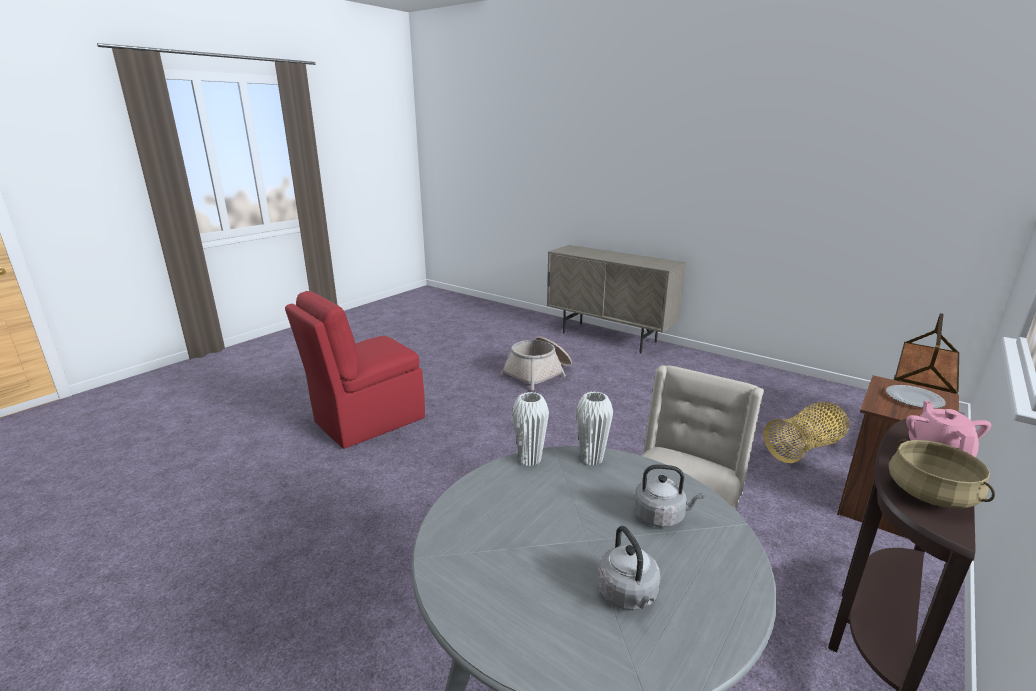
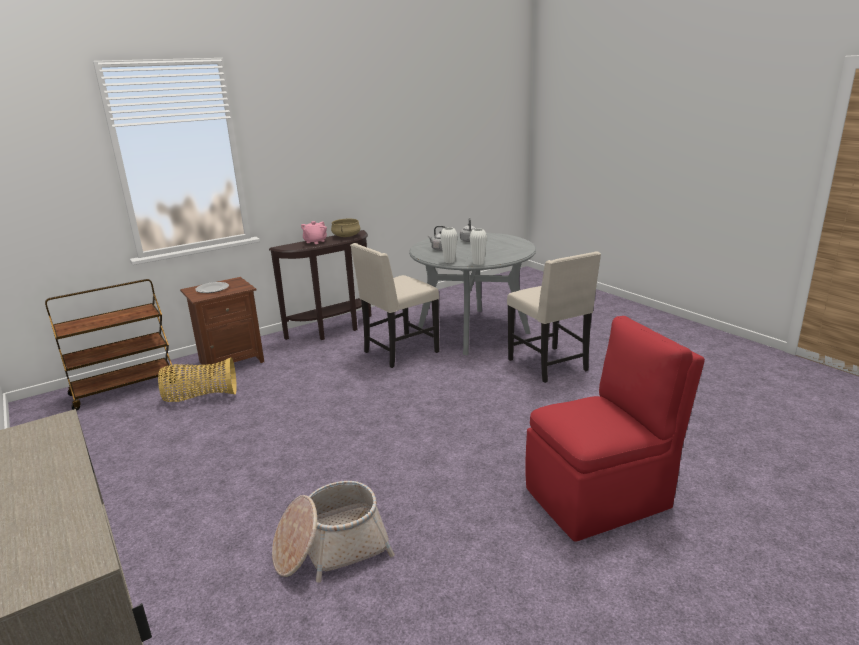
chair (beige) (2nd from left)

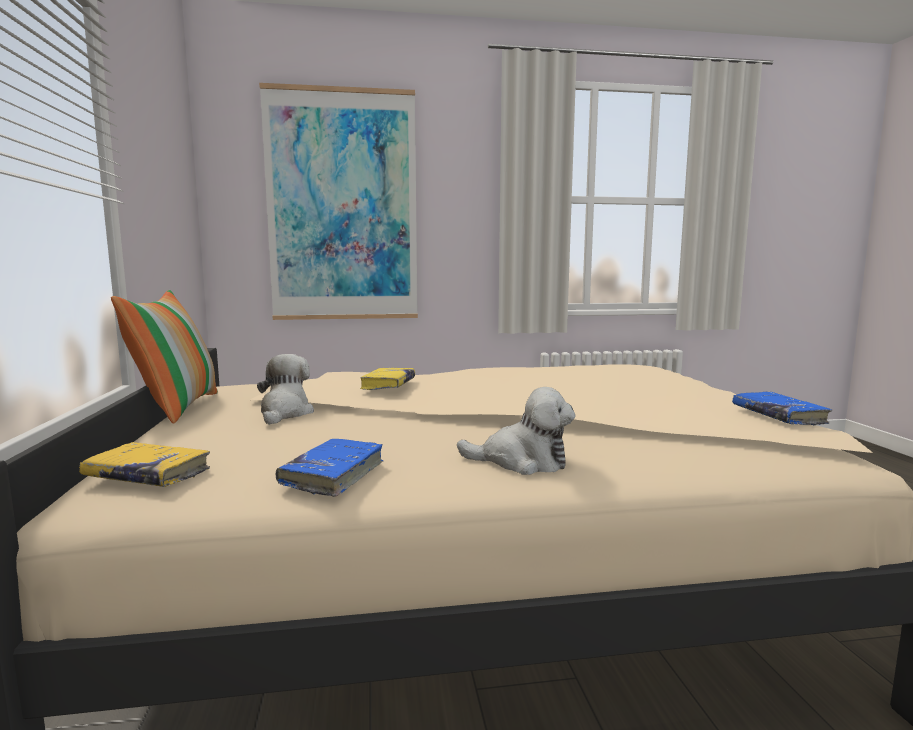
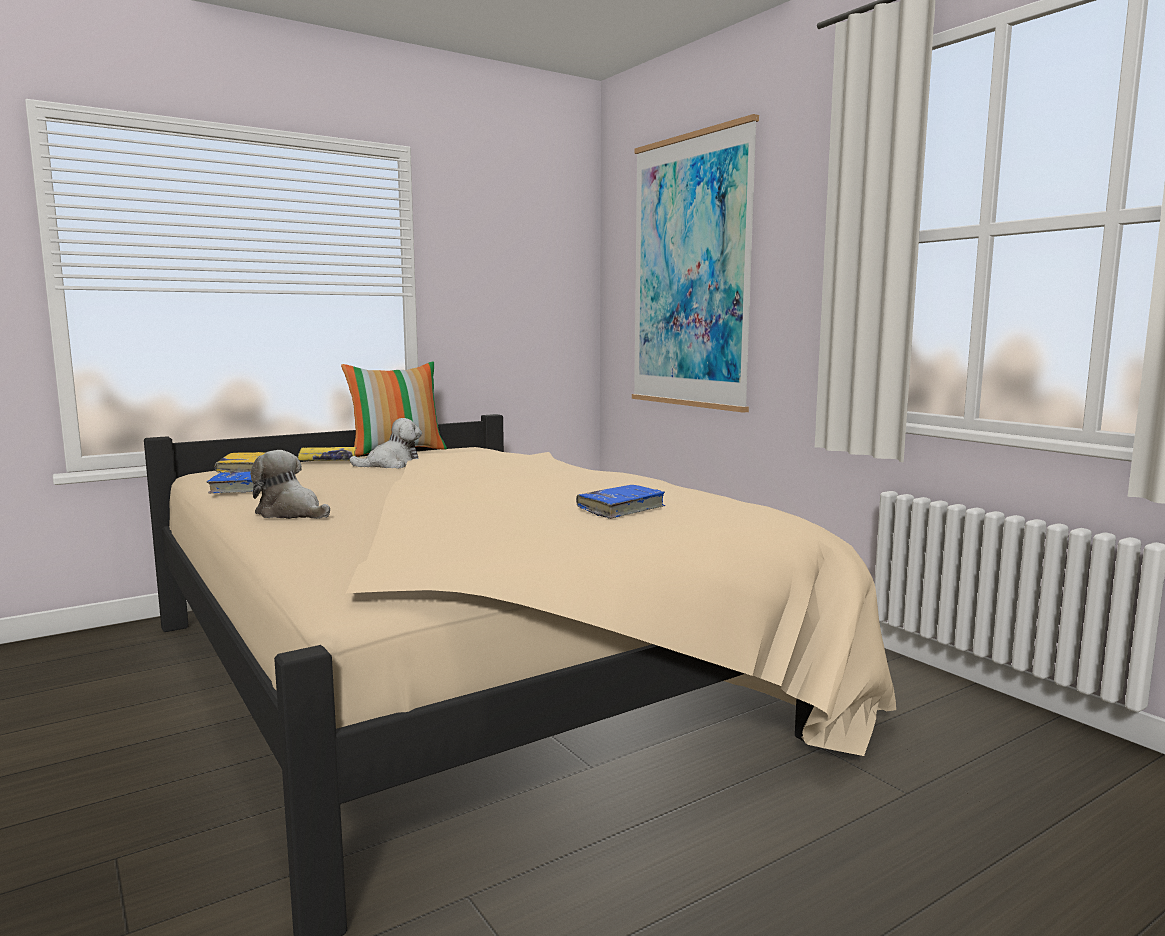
plush toy (1st from left); book (yellow) (2nd from left); book (blue) (2nd from left)

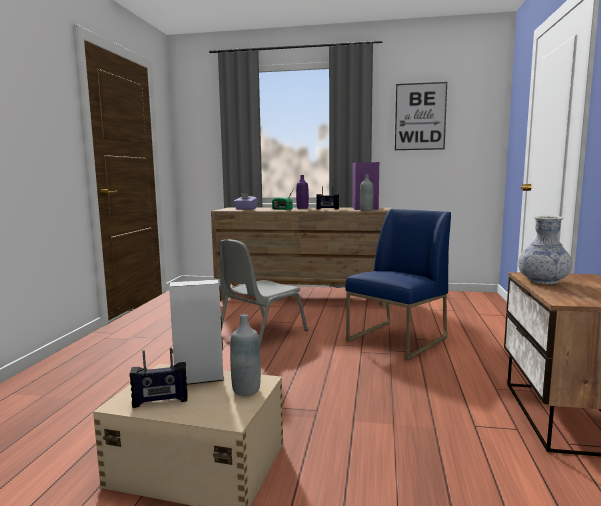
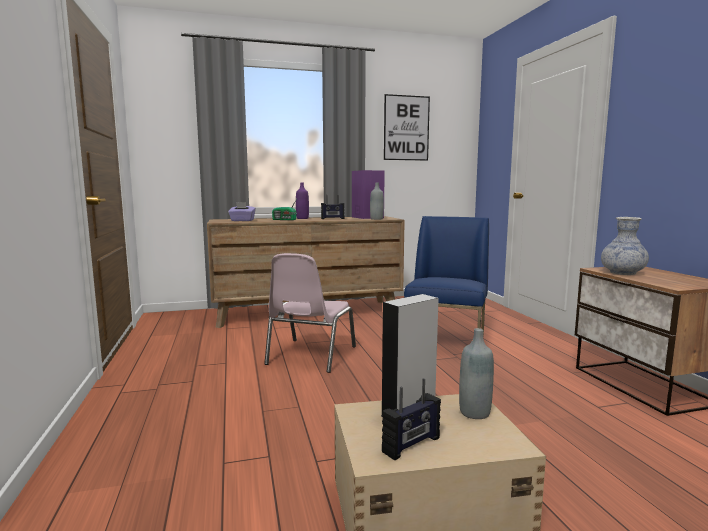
chair (pink)

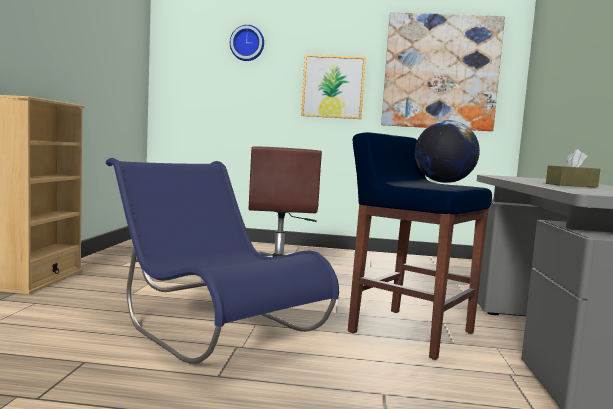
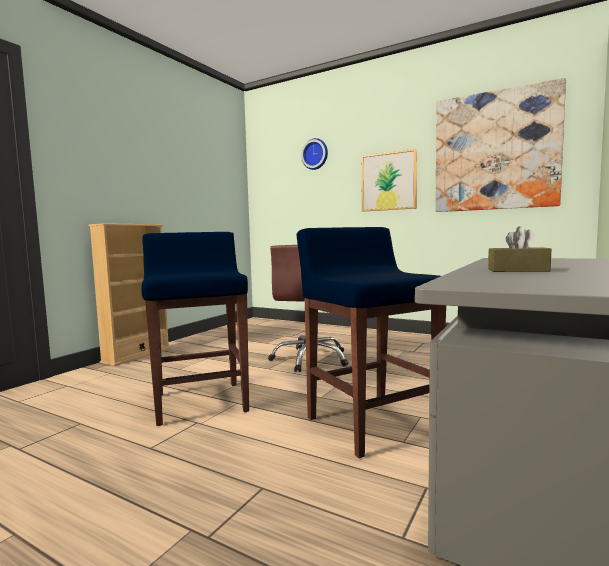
stool (blue) (1st from left); globe

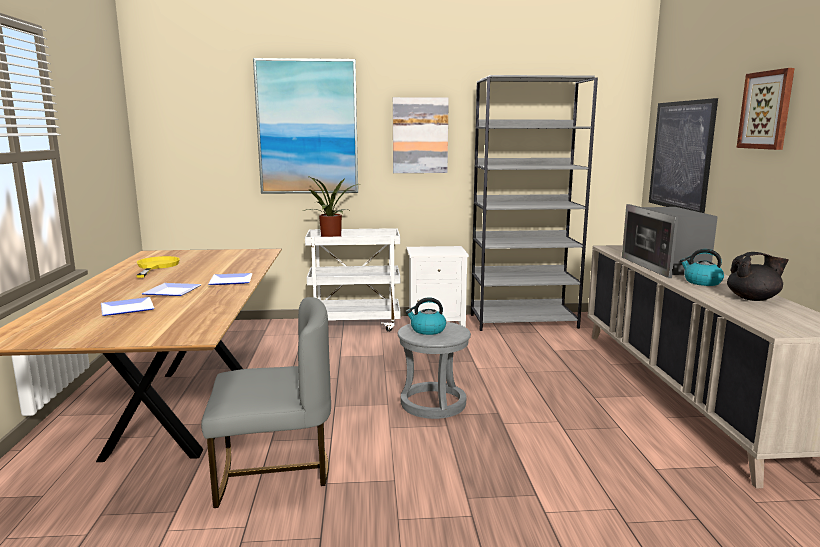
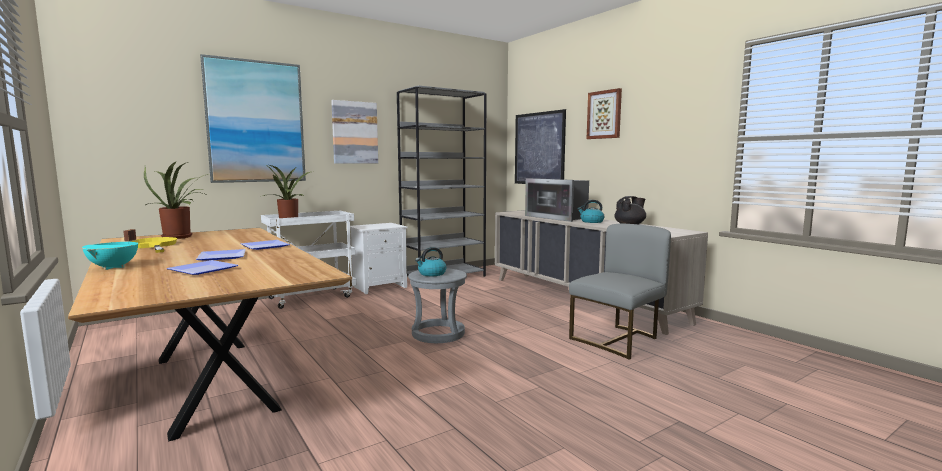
cooking pot (turquoise); potted plant (1st from left); chair (grey)

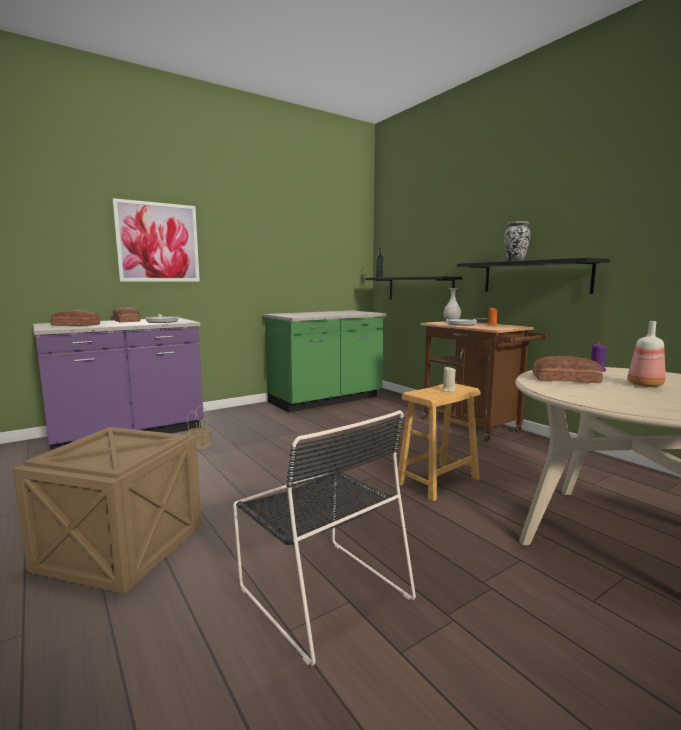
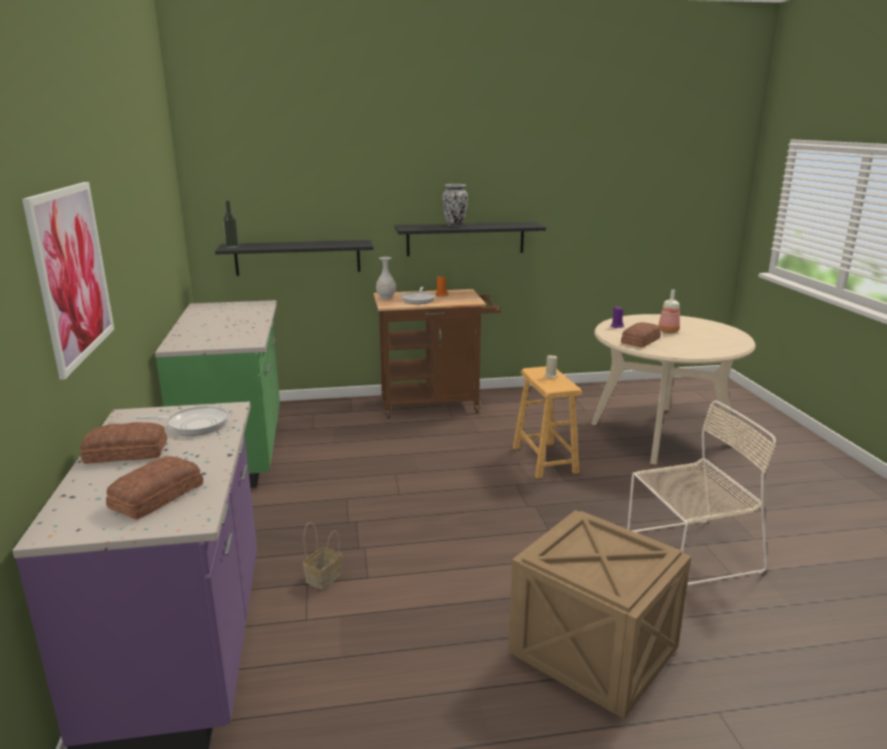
chair (beige)

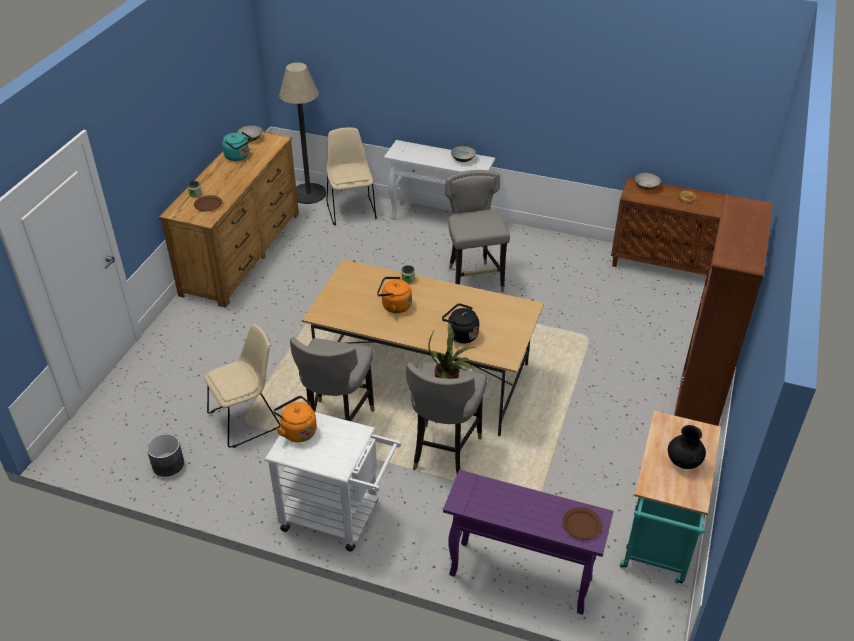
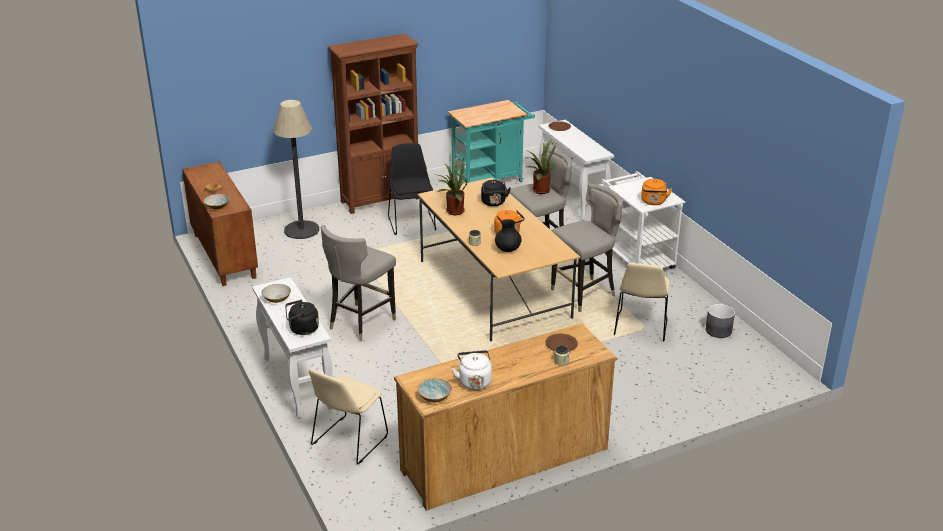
floor lamp; kettle (black) (1st from left); chair (black); potted plant (1st from left); kettle (white); vase (black); console table (white) (2nd from left); chair (beige) (2nd from left)

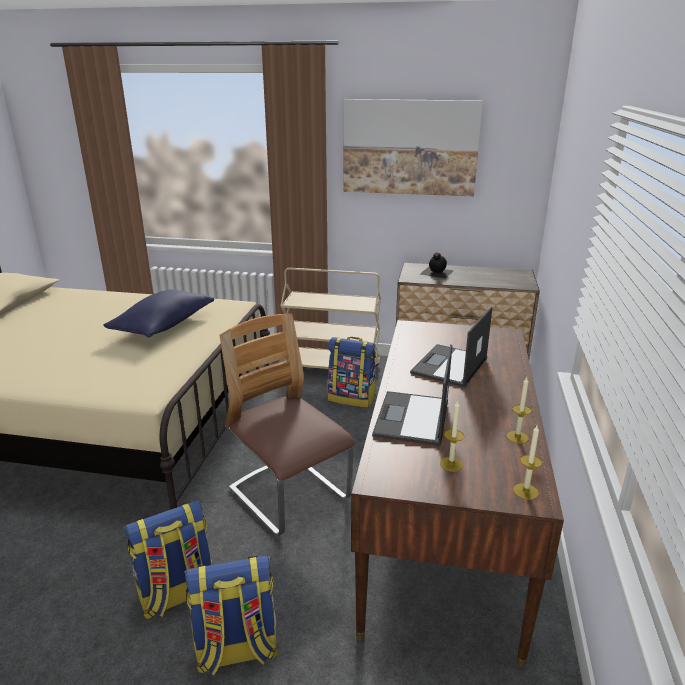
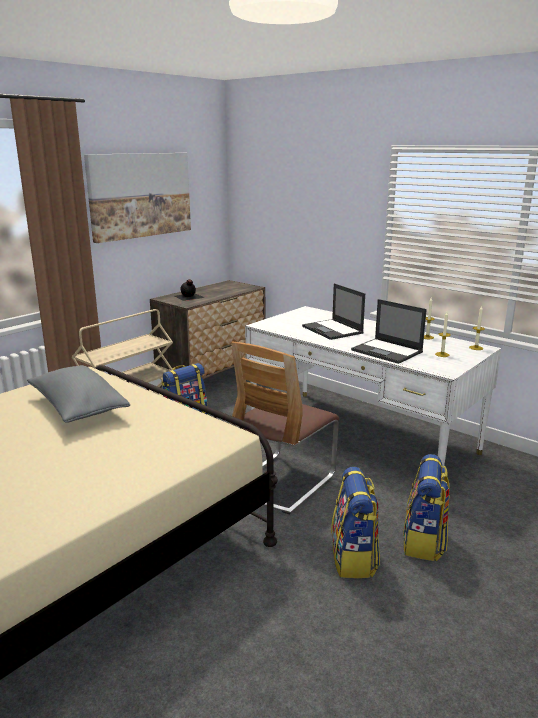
pillow (grey); chair; desk (white)

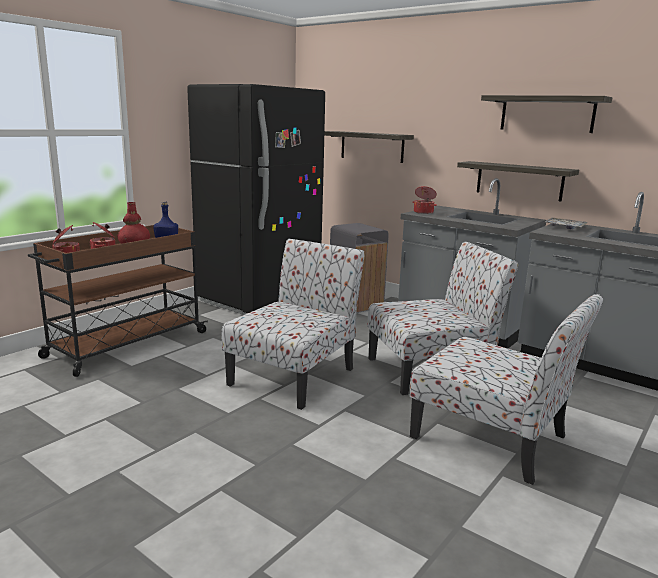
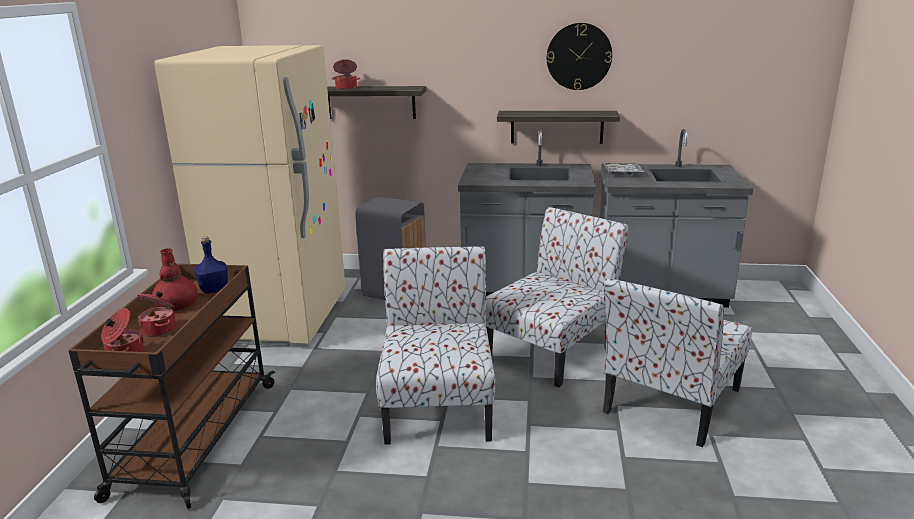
fridge (beige); cooking pot (3rd from left); wall clock; chair (3rd from left)

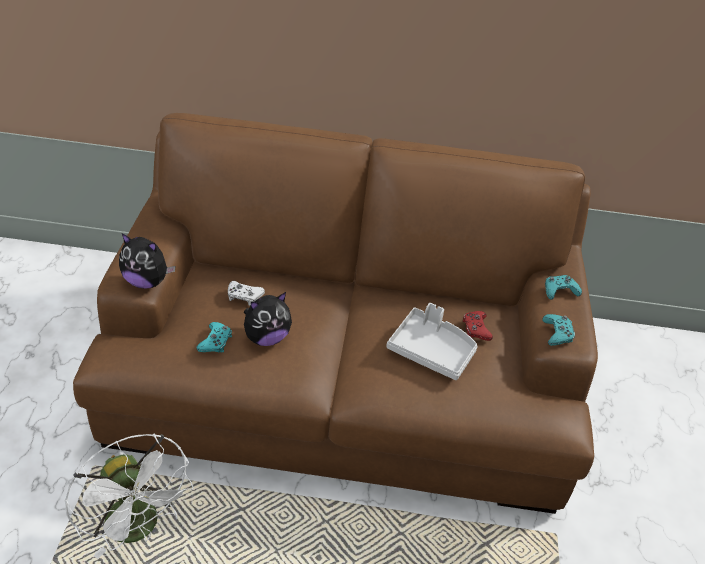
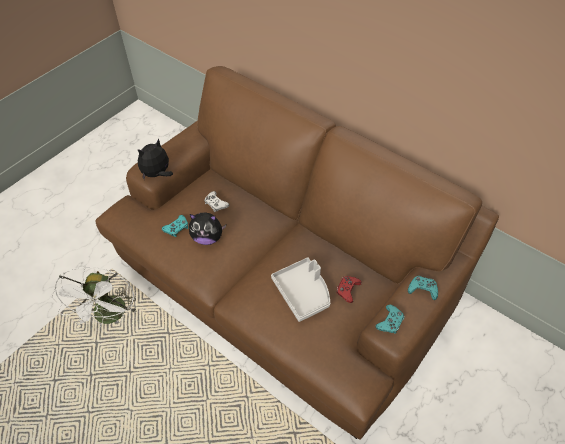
plush toy (1st from left)

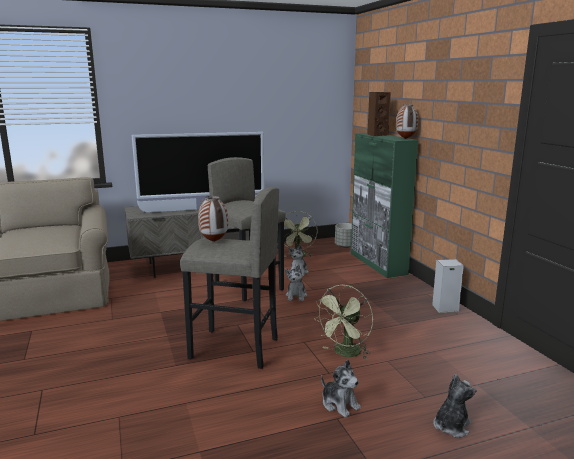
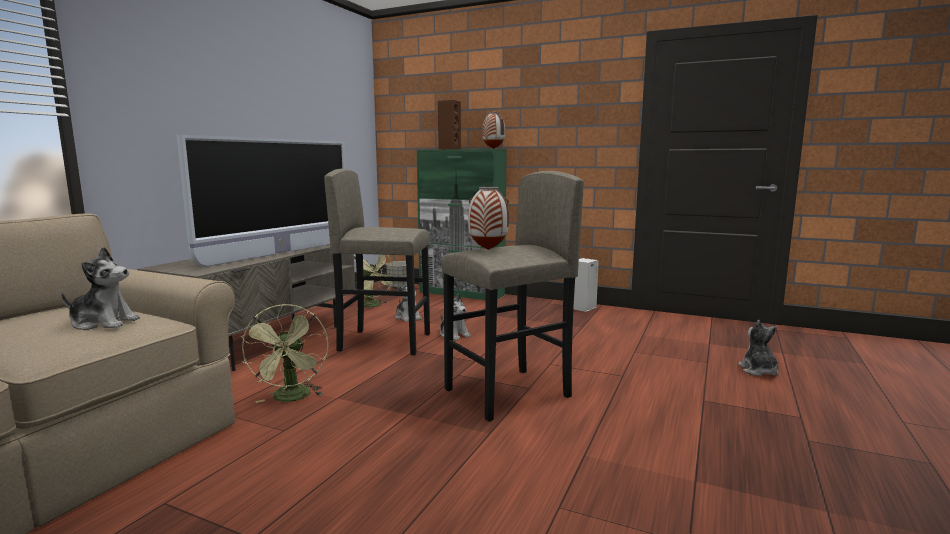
plush toy (1st from left); fan (green) (1st from left)

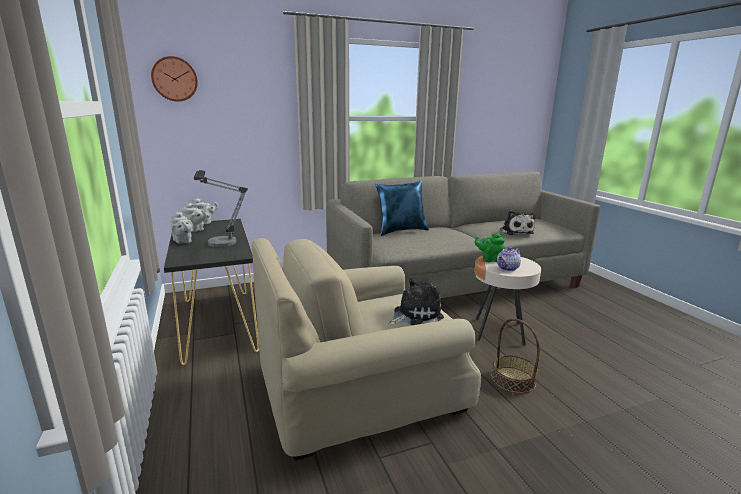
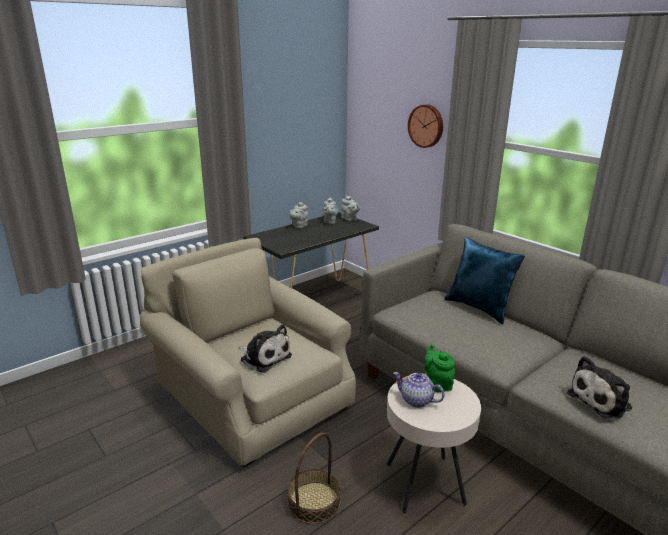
wall clock; table lamp

